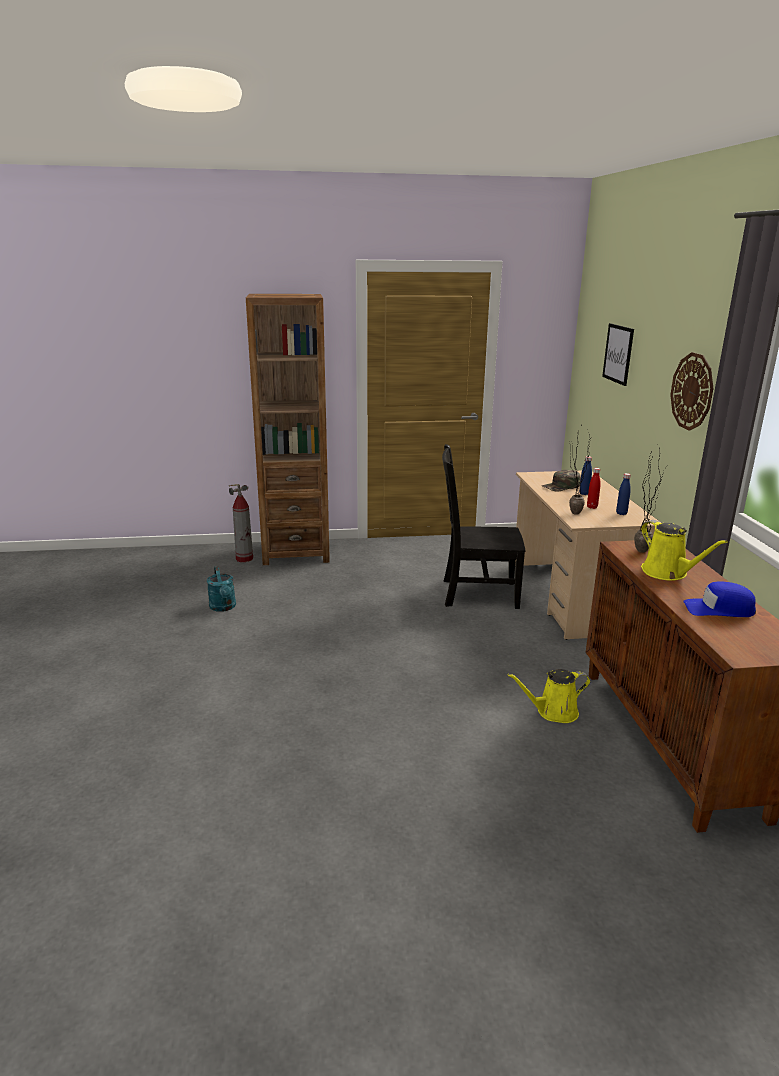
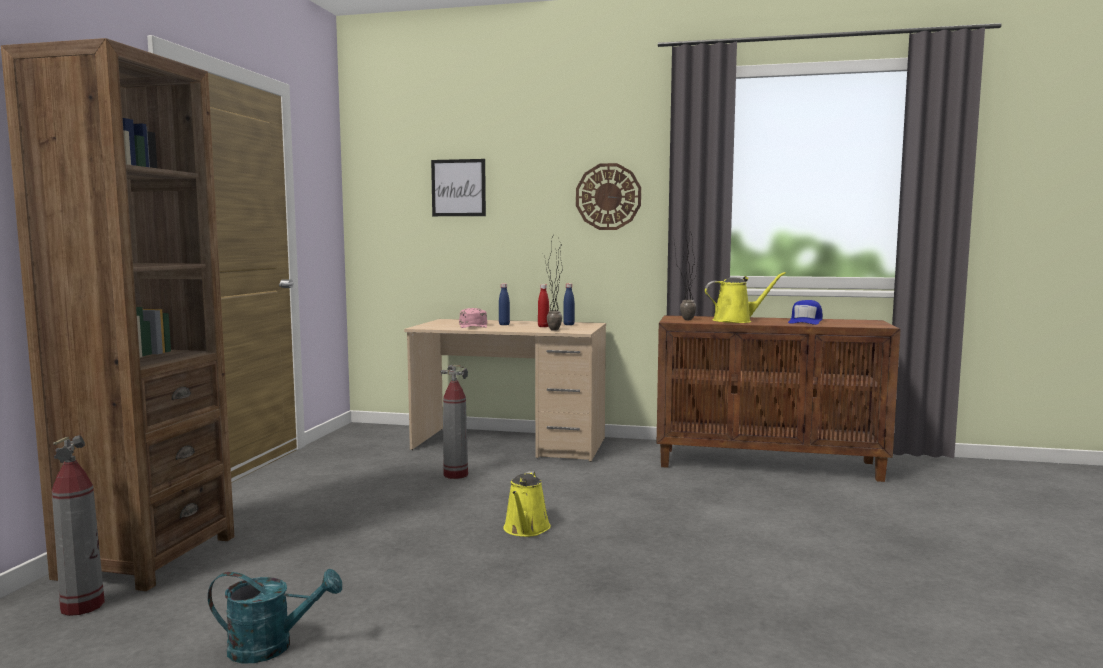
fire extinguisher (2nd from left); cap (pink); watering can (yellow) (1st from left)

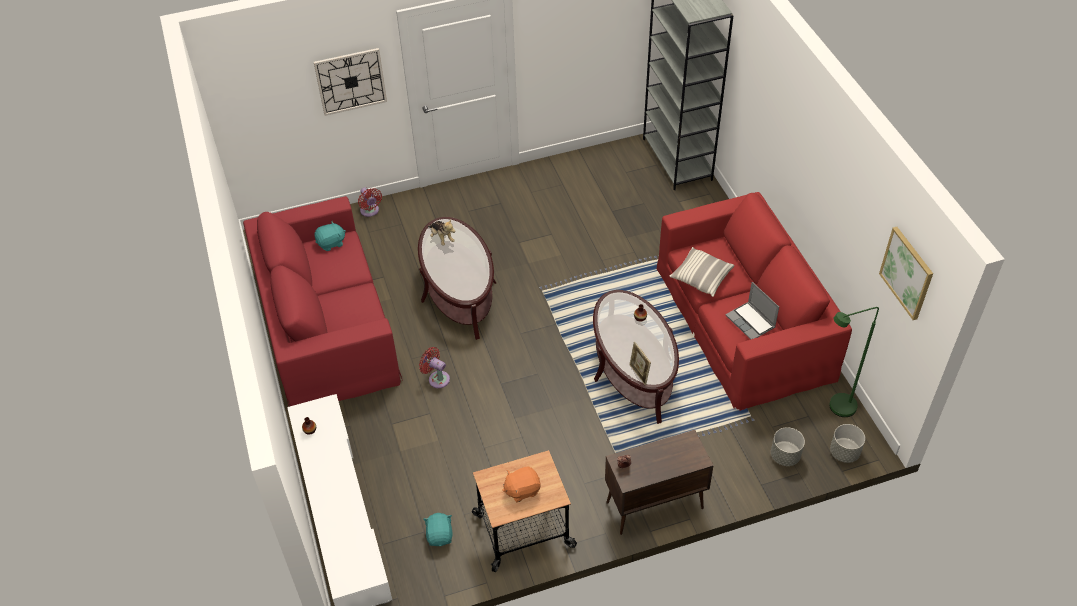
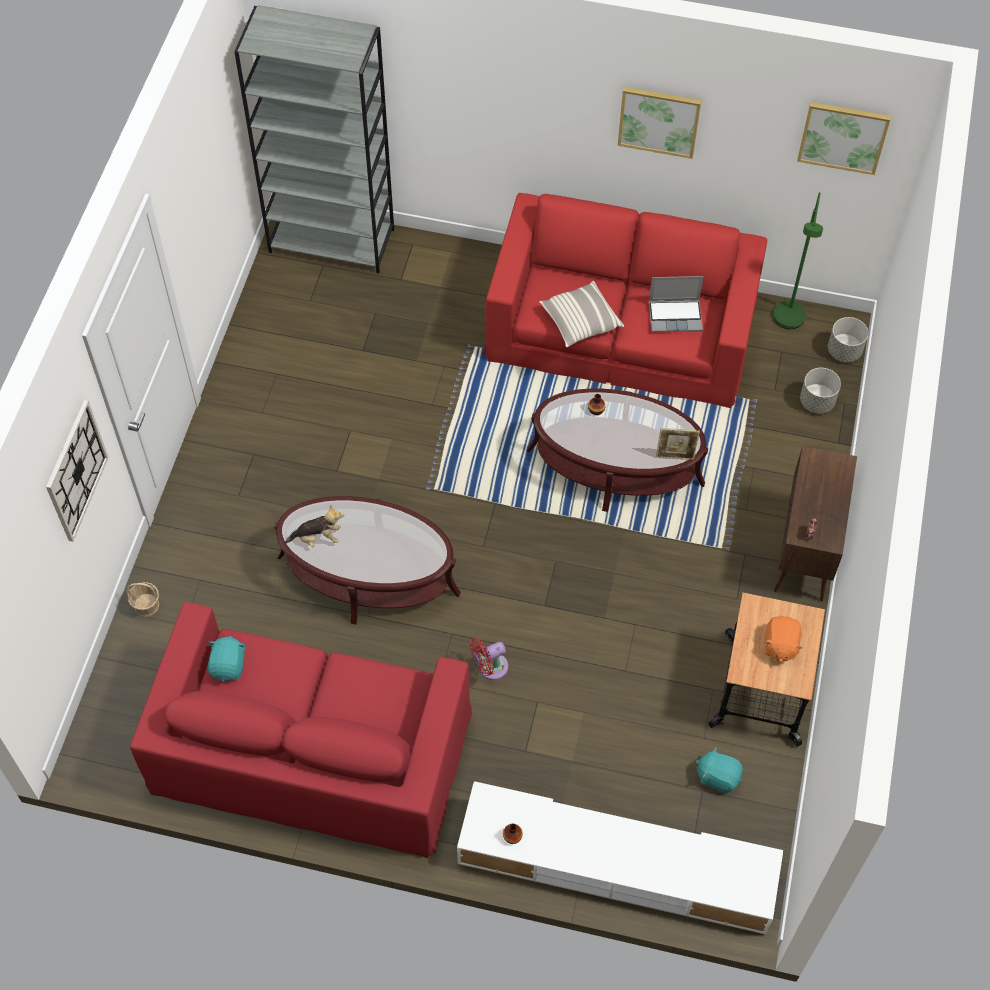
basket; picture (1st from left)

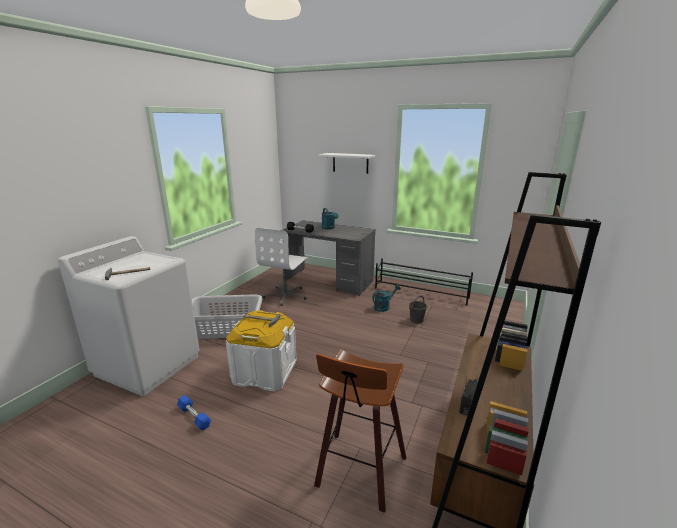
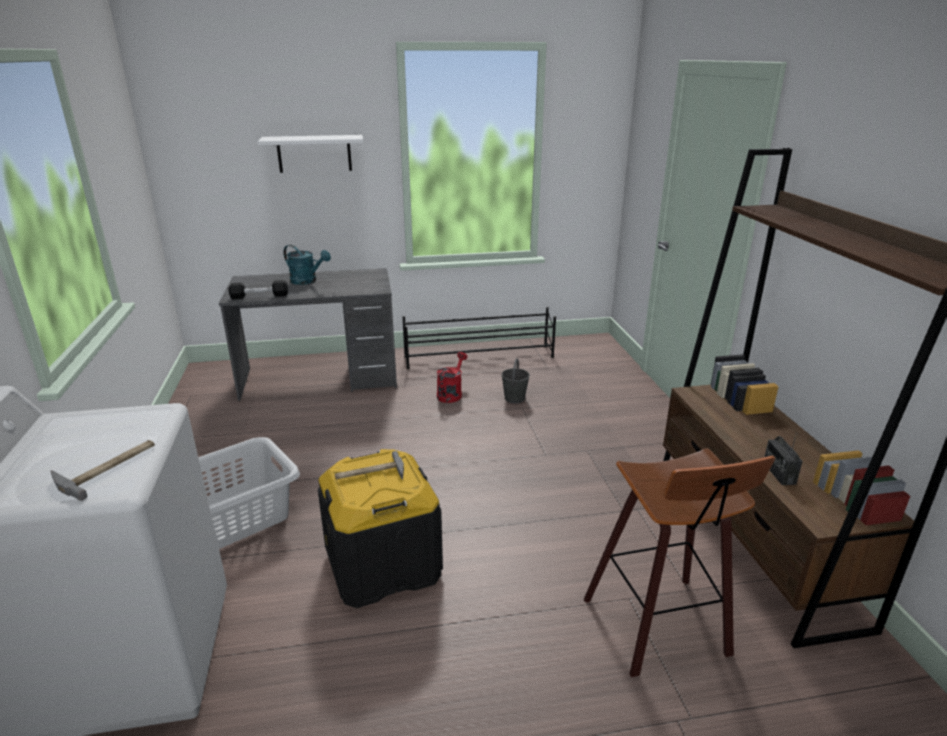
storage box (black); watering can (red); dumbbell (blue); office chair (white)

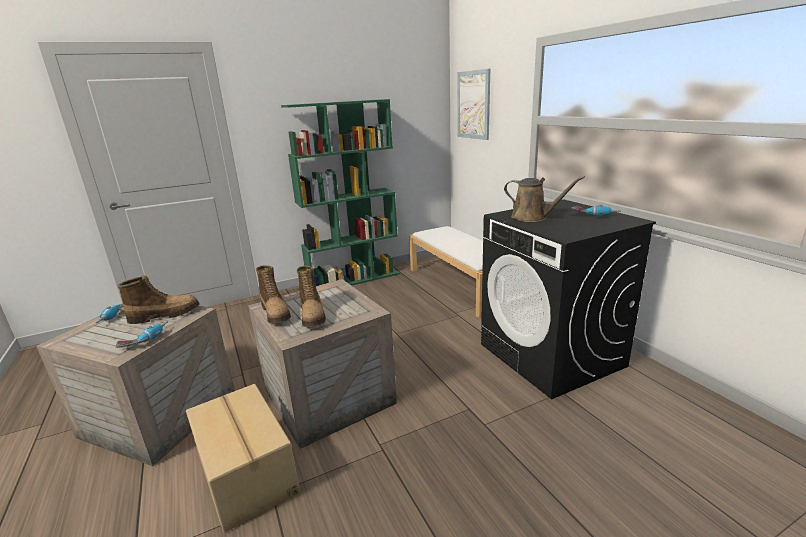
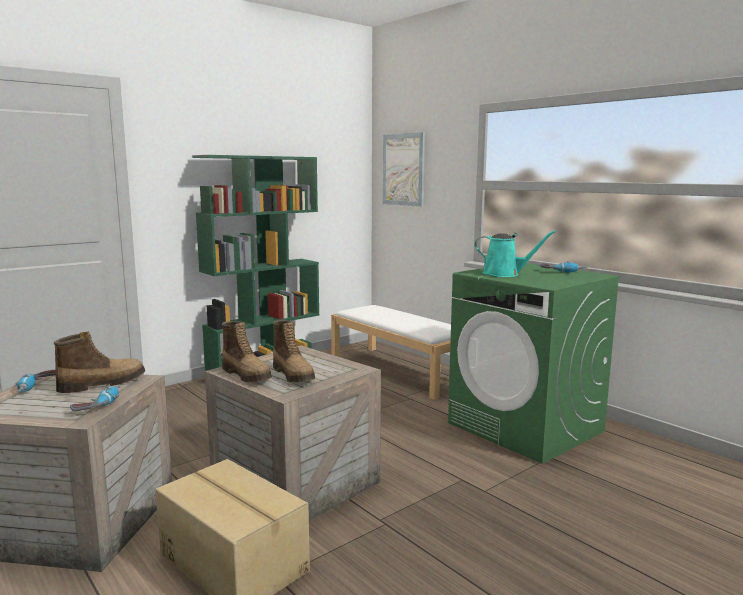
washing machine (green); watering can (turquoise)

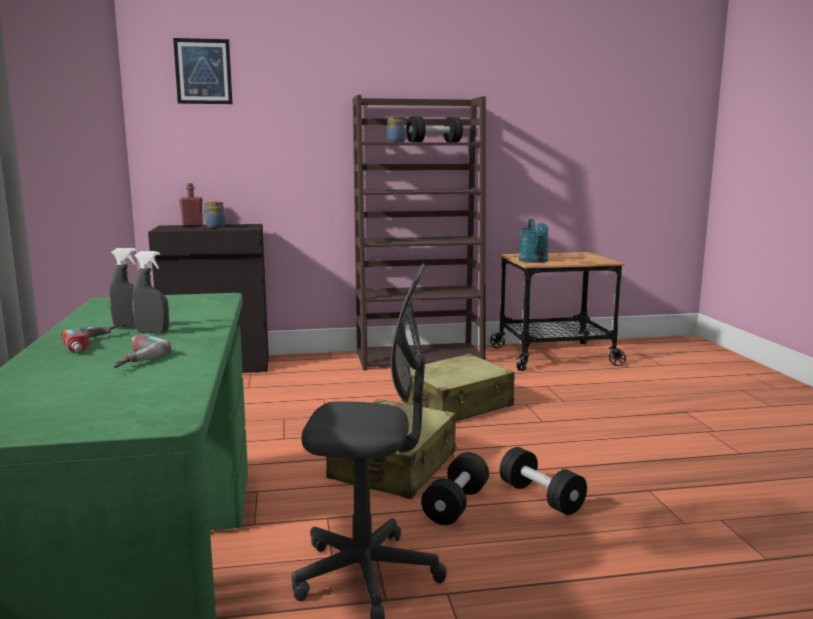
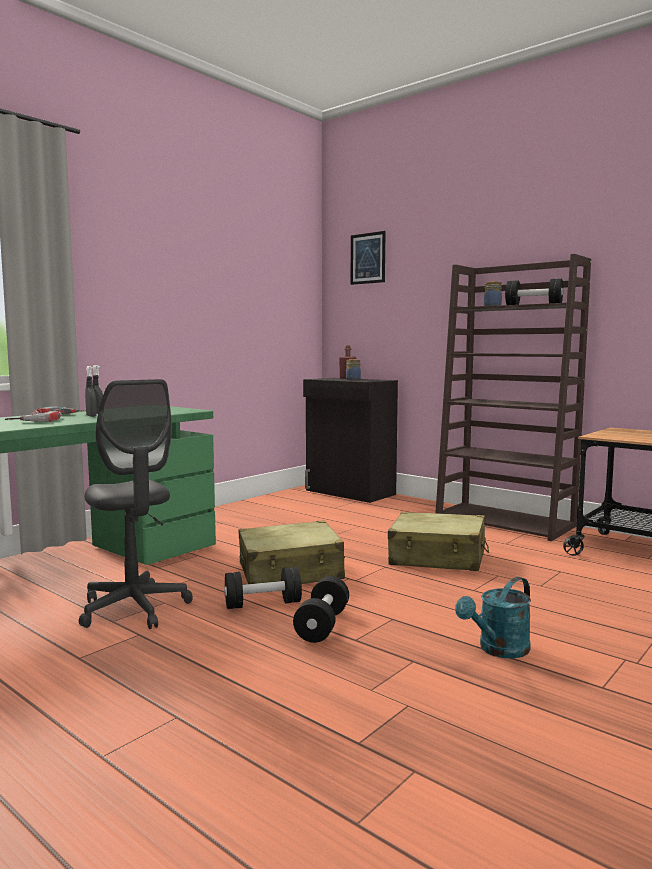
watering can (turquoise)

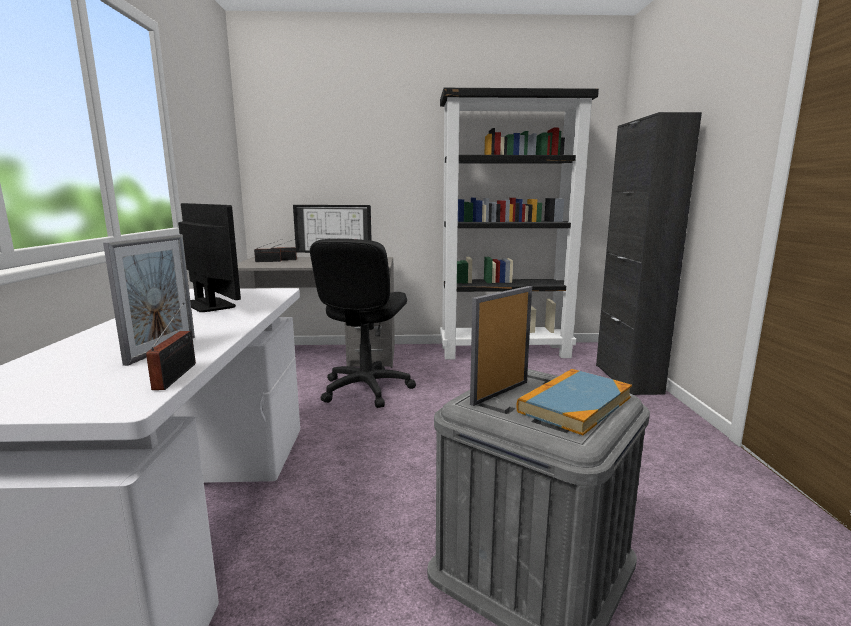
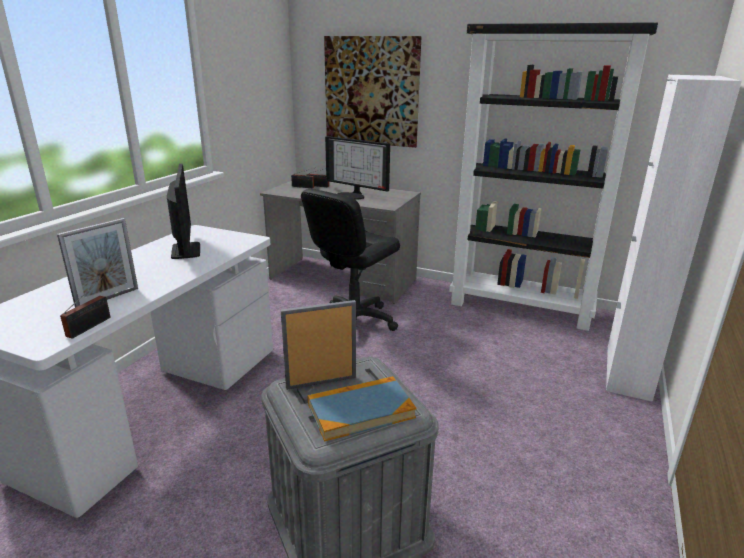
picture; cabinet (white)

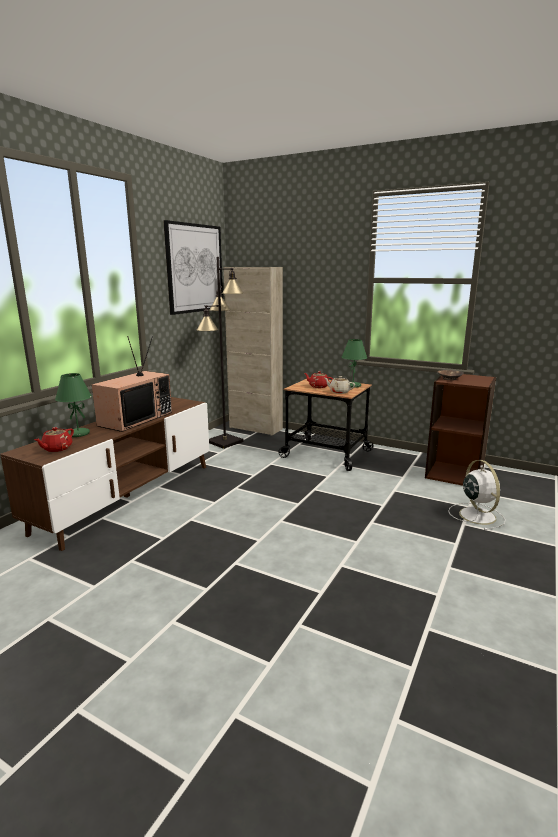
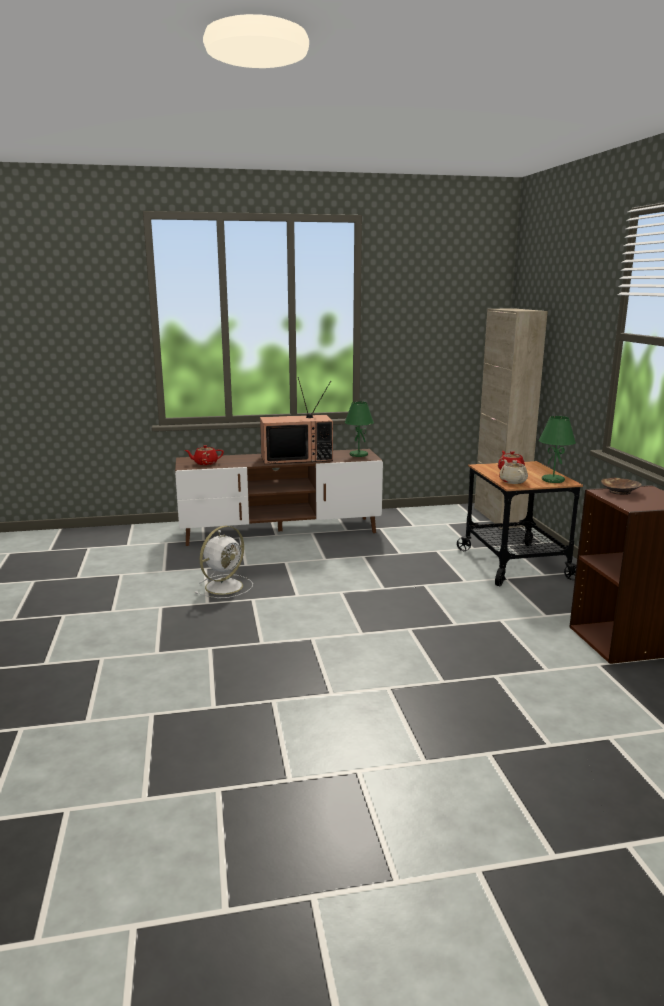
fan (white); table lamp (green) (1st from left); picture; floor lamp (black)

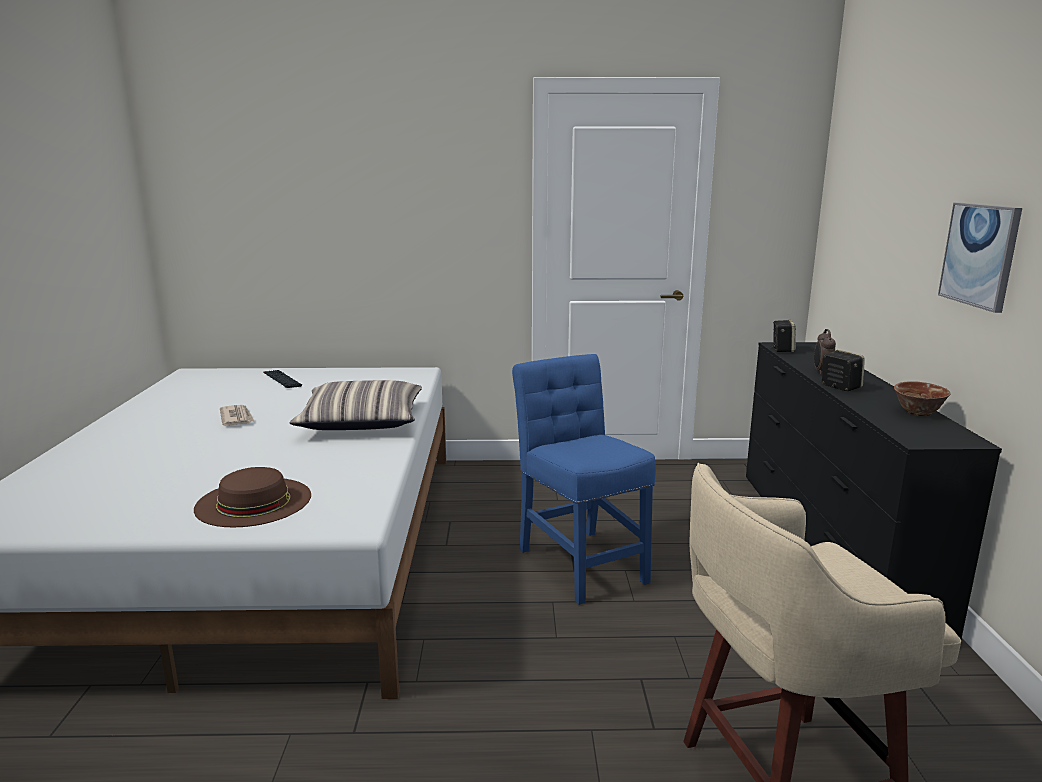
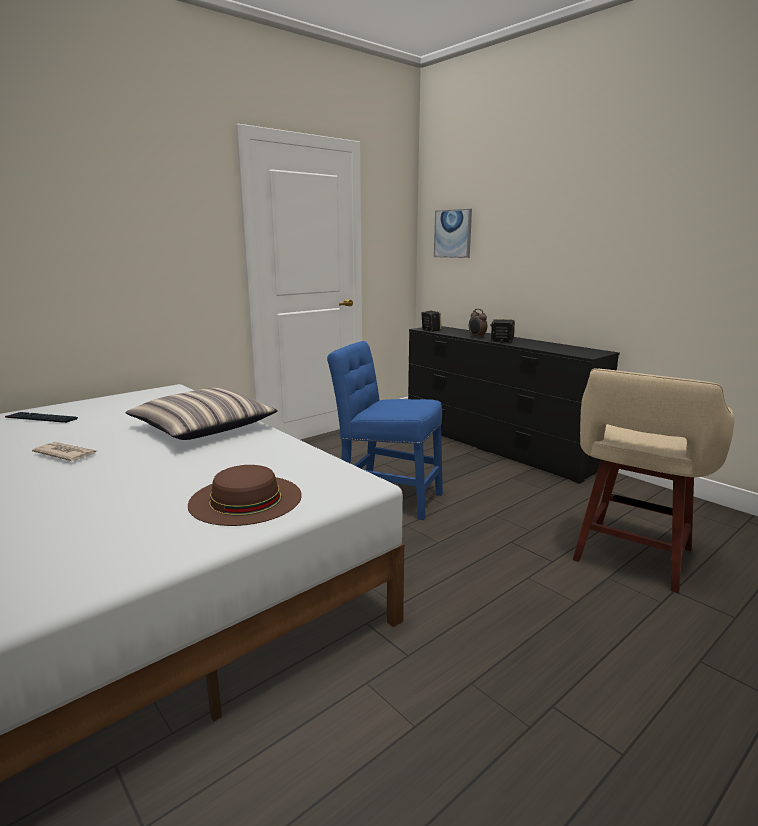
picture; bowl

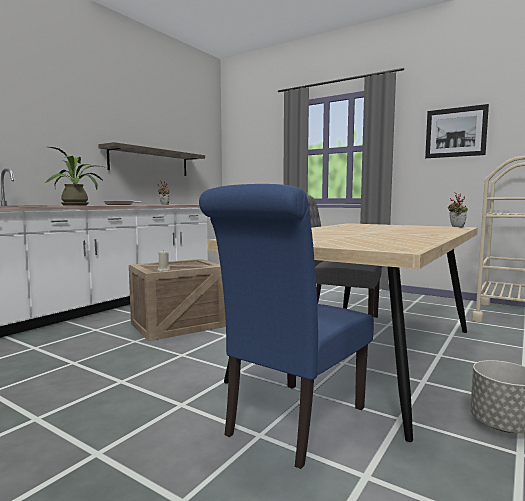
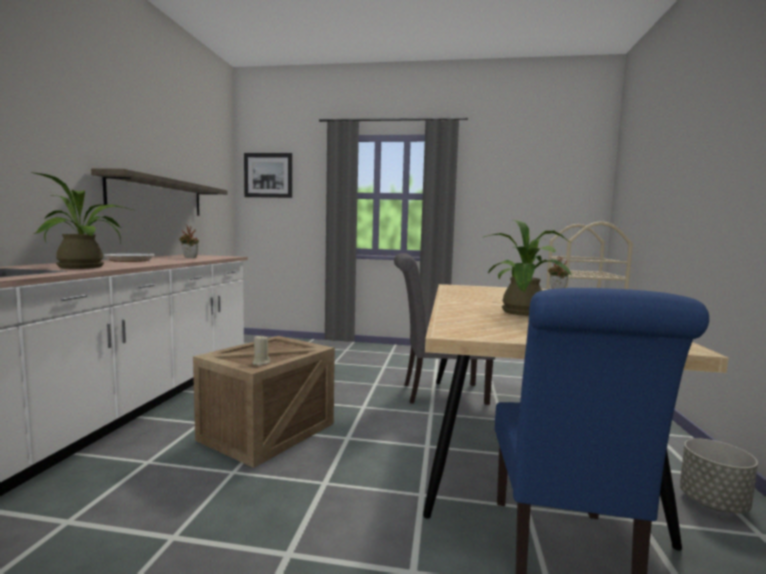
picture; potted plant (3rd from left)

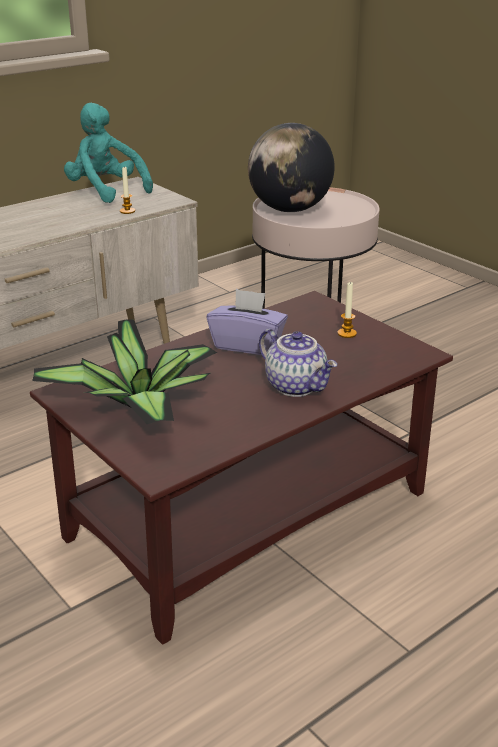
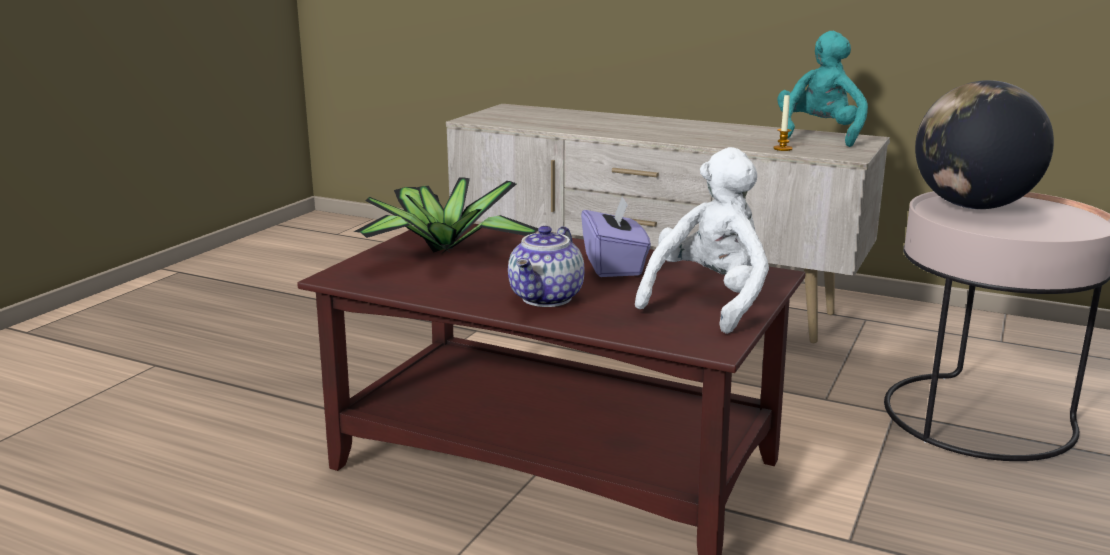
plush toy (white)

